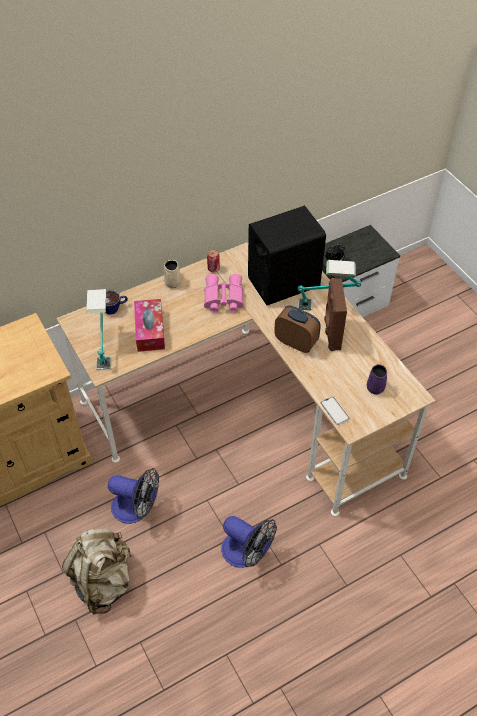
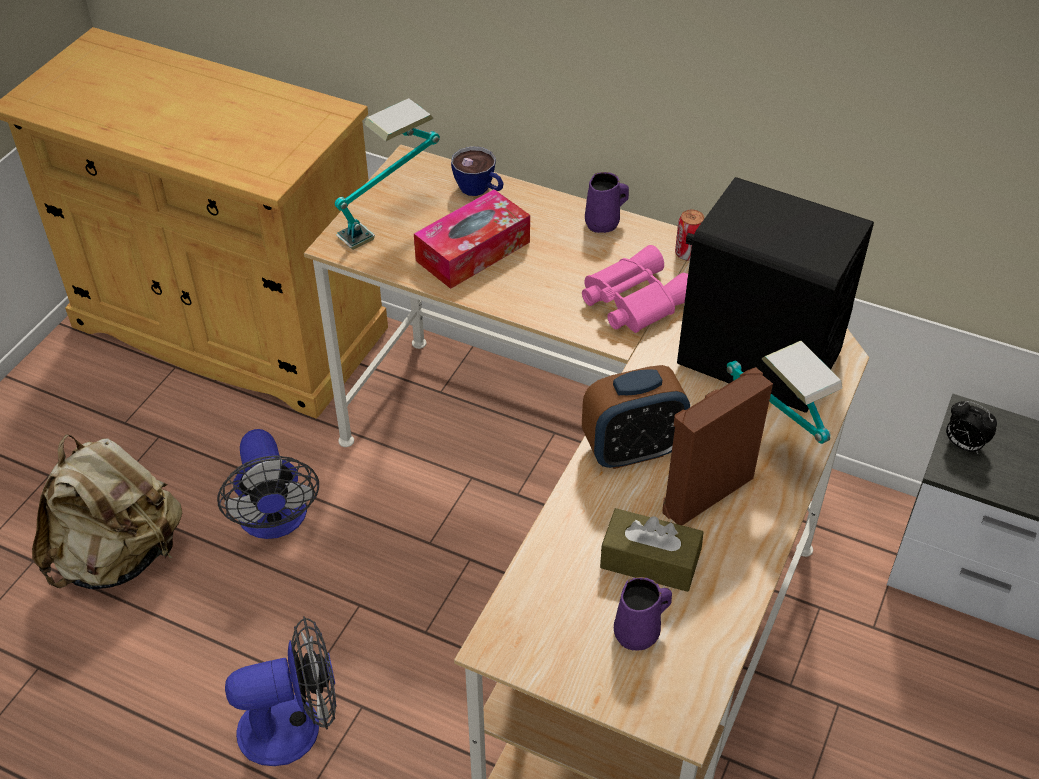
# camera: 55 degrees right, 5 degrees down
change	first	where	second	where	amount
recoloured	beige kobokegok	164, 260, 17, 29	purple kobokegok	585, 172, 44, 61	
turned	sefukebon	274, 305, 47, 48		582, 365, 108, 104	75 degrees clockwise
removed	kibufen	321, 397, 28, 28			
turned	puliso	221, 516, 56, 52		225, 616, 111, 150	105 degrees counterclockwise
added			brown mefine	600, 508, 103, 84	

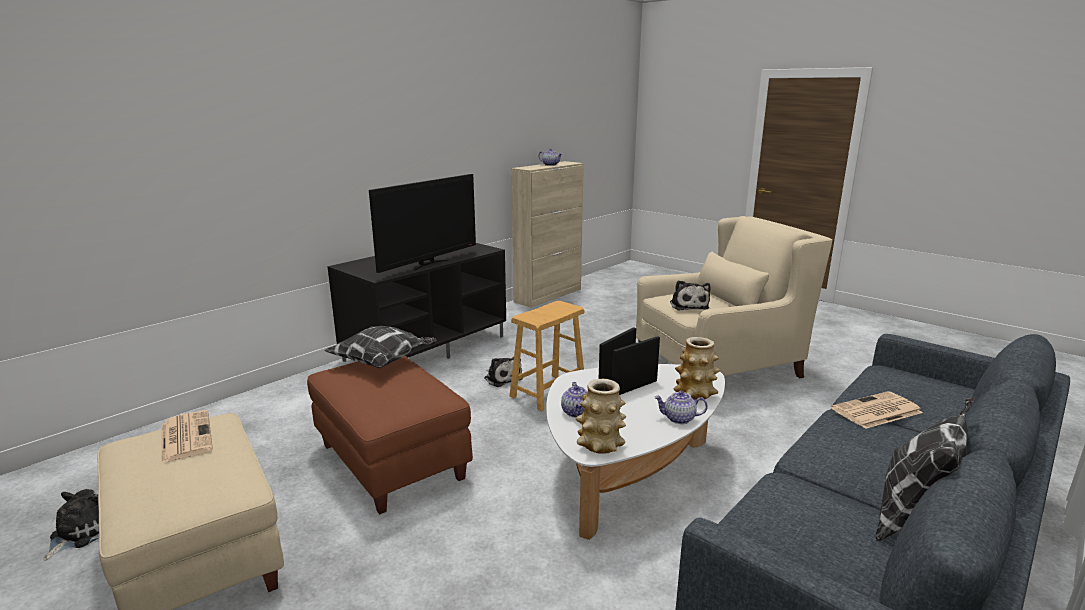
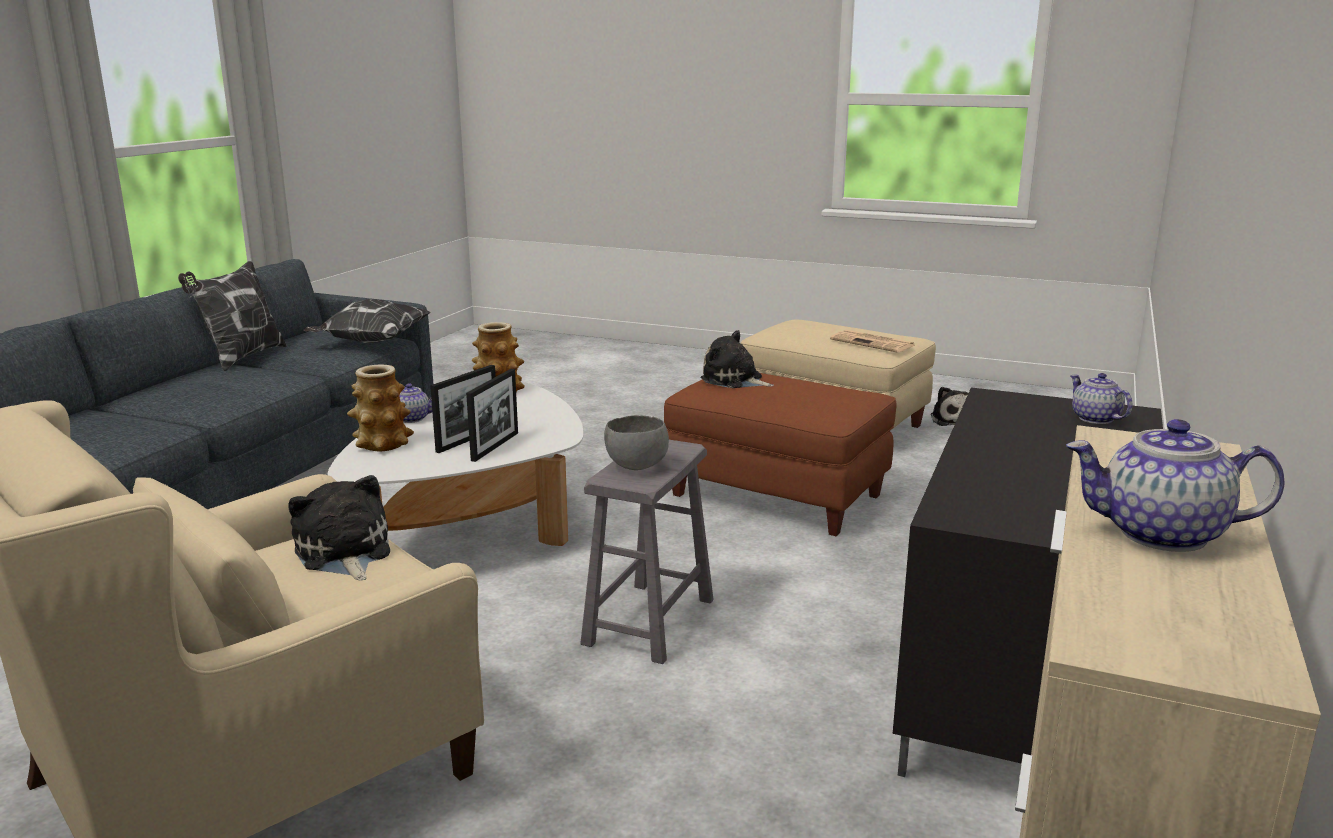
# camera: 160 degrees right, 0 degrees up
change	first	where	second	where	amount
removed	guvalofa	369, 174, 107, 99			
recoloured	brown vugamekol	509, 301, 75, 111	grey vugamekol	580, 440, 134, 224	
moved	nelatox	325, 326, 112, 42		303, 299, 128, 44	
moved	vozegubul	484, 357, 39, 30		700, 330, 74, 58	
moved	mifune	561, 382, 27, 36		1070, 373, 62, 51	
removed	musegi	831, 391, 92, 38			
added			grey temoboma	604, 415, 65, 55	

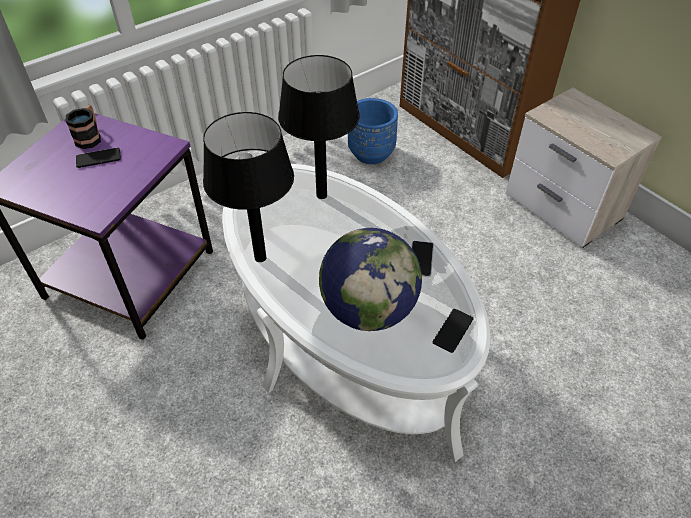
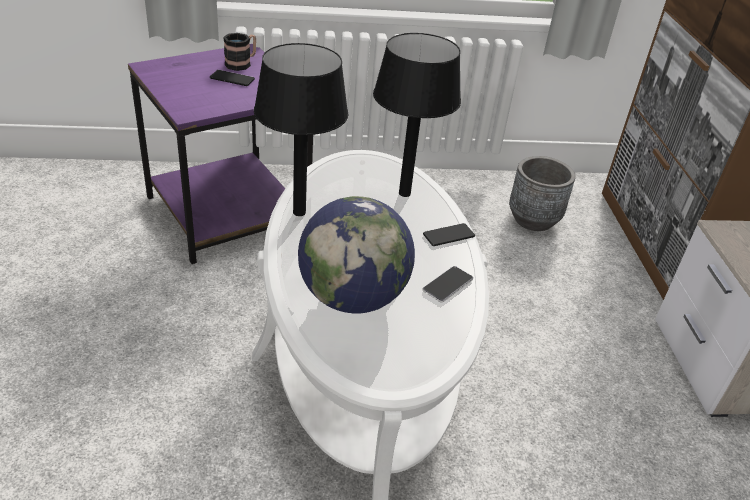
# camera: 30 degrees right, 10 degrees down
change	first	where	second	where	amount
recoloured	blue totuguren	348, 98, 50, 66	grey totuguren	509, 156, 67, 75	
moved	kibufen	432, 309, 41, 44		423, 223, 52, 23	

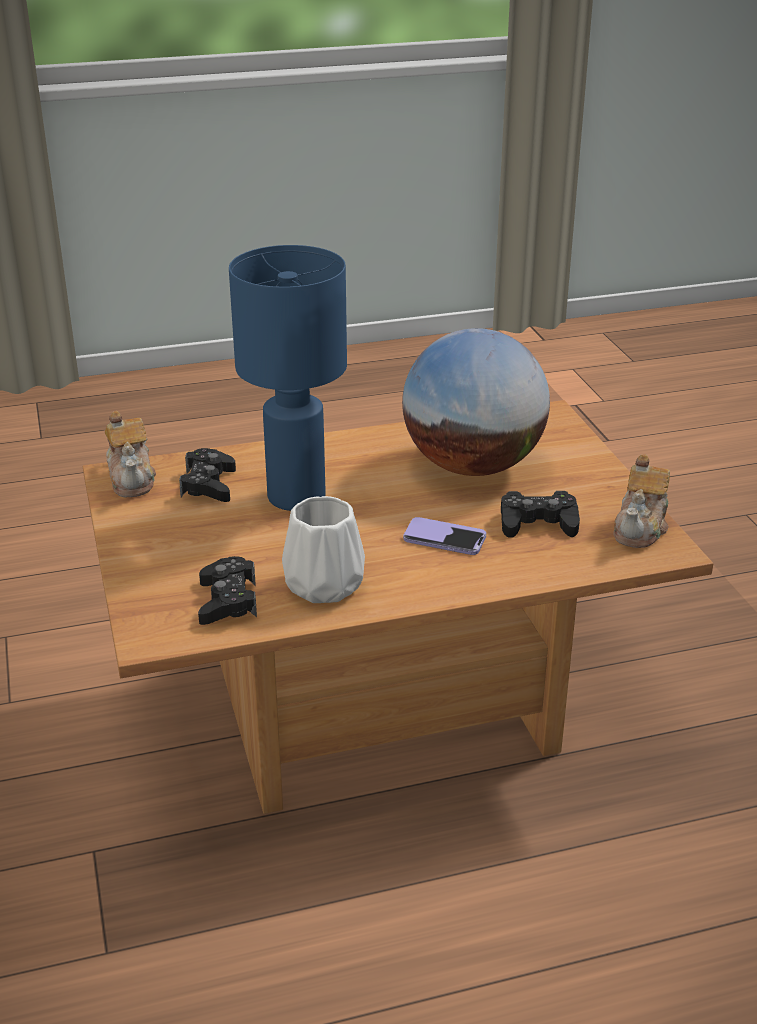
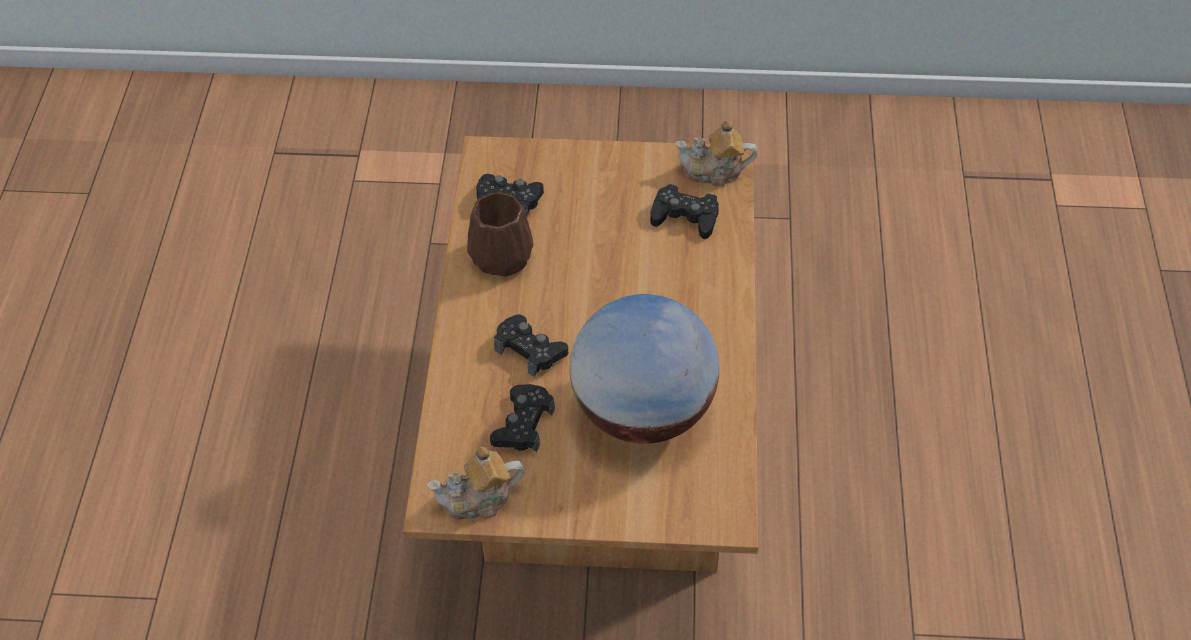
# camera: 110 degrees right, 20 degrees up
change	first	where	second	where	amount
removed	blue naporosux	229, 245, 118, 266			
turned	mifune	613, 454, 57, 94		427, 447, 97, 72	60 degrees counterclockwise
recoloured	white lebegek	282, 496, 83, 107	brown lebegek	467, 192, 66, 85	
replaced	kibufen	403, 517, 83, 38	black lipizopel	494, 314, 74, 63	

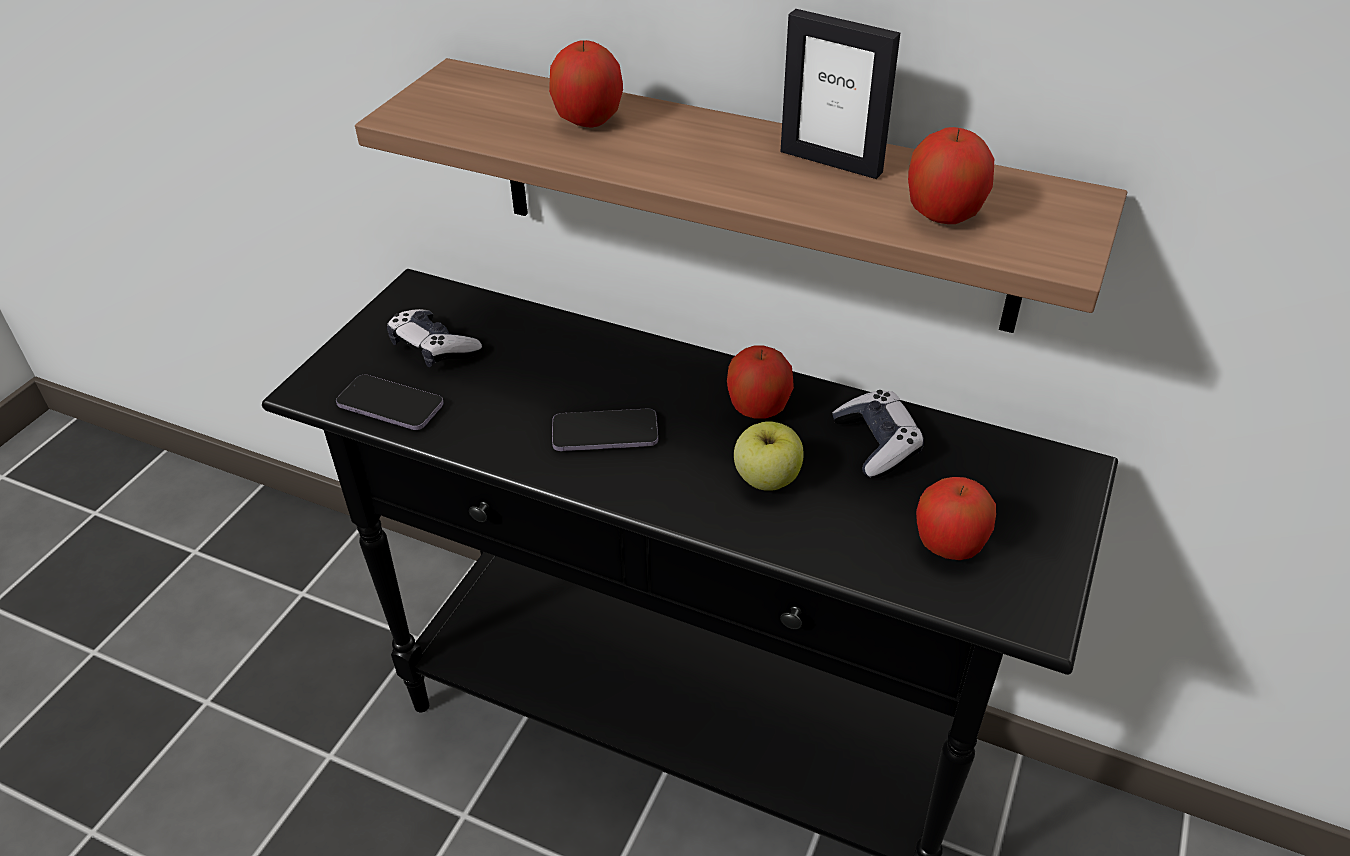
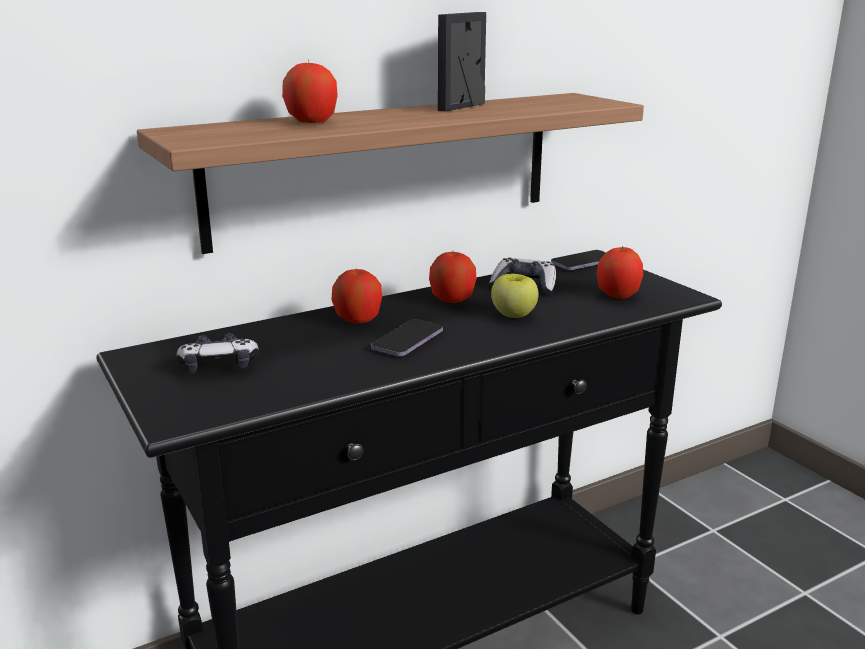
# camera: 55 degrees left, 20 degrees down
change	first	where	second	where	amount
turned	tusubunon	780, 9, 120, 170		438, 12, 48, 100	150 degrees clockwise
moved	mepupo	908, 127, 86, 97		332, 268, 50, 56	
moved	kibufen	336, 374, 108, 56		551, 250, 55, 20	

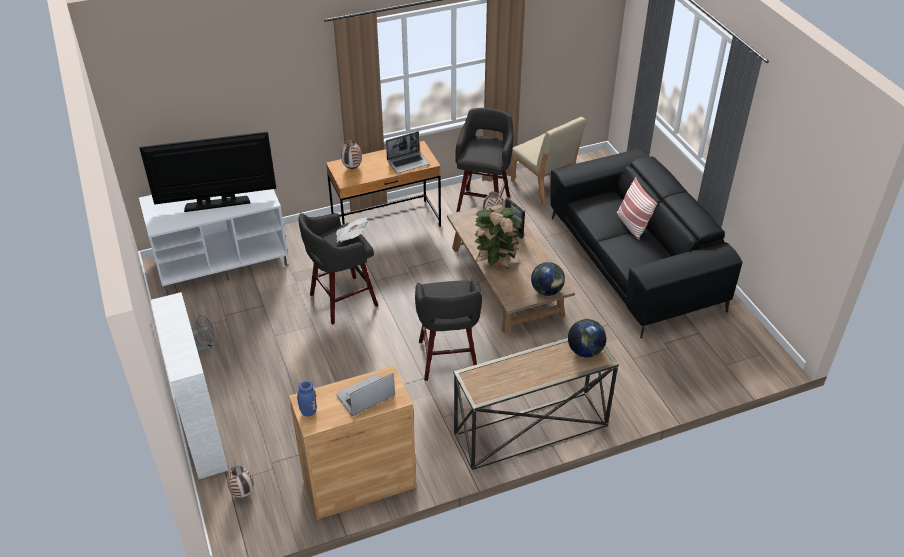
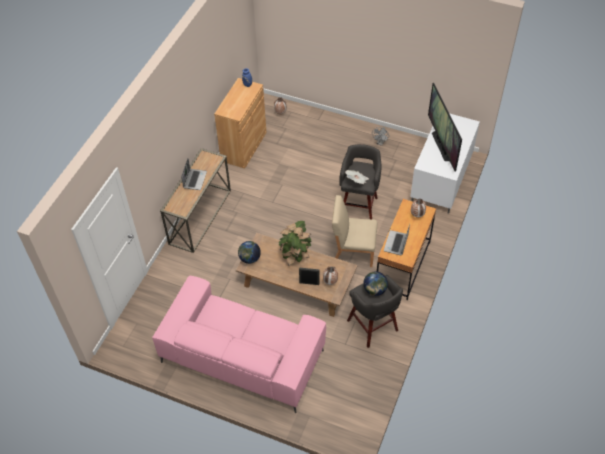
# camera: 135 degrees right, 10 degrees up
change	first	where	second	where	amount
moved	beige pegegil	511, 117, 75, 89		332, 195, 46, 72	
turned	guvalofa	139, 131, 138, 81		428, 83, 34, 89	135 degrees clockwise
recoloured	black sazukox	550, 149, 192, 190	pink sazukox	152, 276, 174, 137	
removed	nelatox	617, 177, 41, 63			
removed	grey vugamekol	415, 278, 67, 103			
removed	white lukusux	151, 292, 77, 187			
moved	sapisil	568, 319, 38, 38		363, 271, 25, 25	
moved	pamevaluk	336, 373, 59, 43		181, 159, 26, 31	

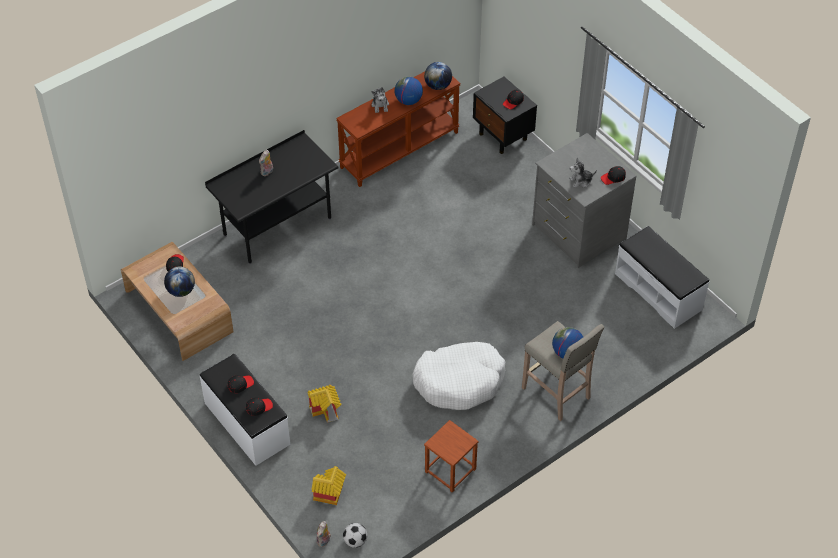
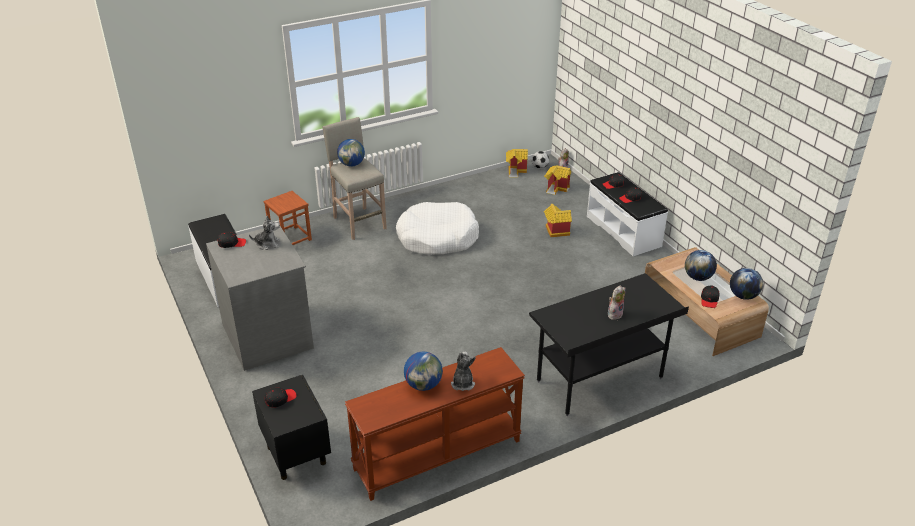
# camera: 170 degrees left, 15 degrees down
change	first	where	second	where	amount
moved	sapisil	424, 62, 28, 28		730, 268, 33, 32	
moved	brown vugamekol	424, 420, 55, 72		263, 191, 49, 54	
added			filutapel	506, 149, 22, 28	

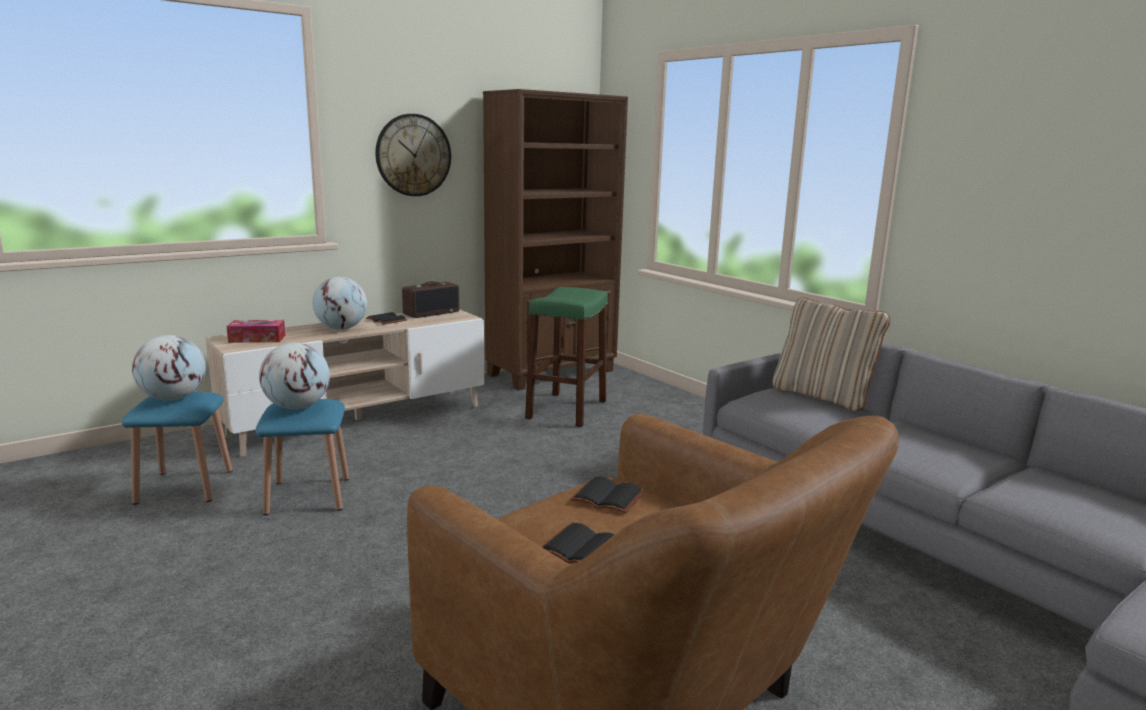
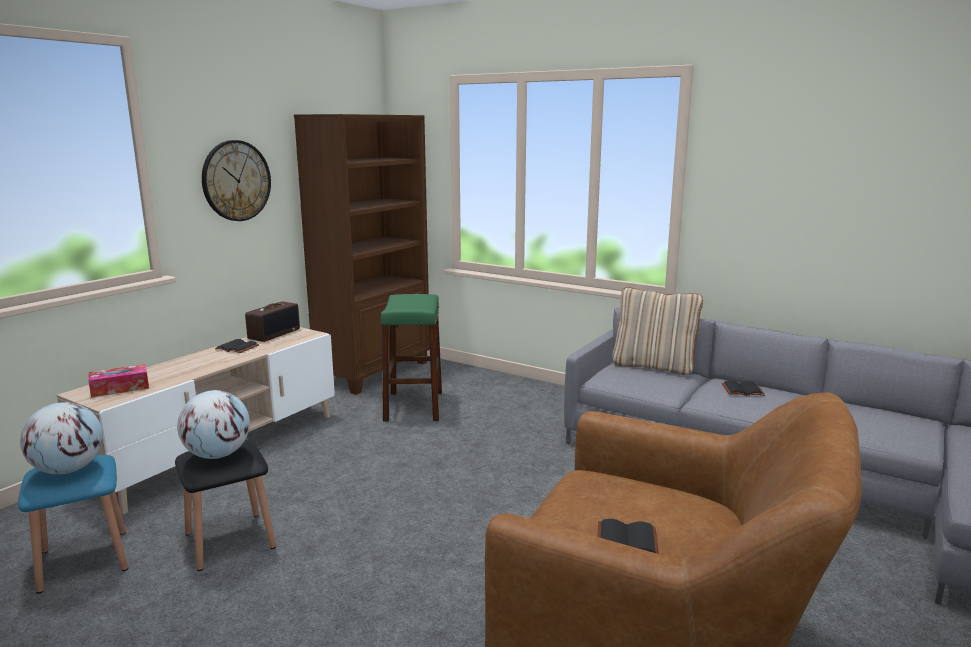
# camera: 20 degrees left, 0 degrees up
change	first	where	second	where	amount
removed	sapisil	312, 277, 55, 53			
recoloured	blue vugamekol	255, 399, 94, 116	black vugamekol	175, 440, 101, 131	
moved	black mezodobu	570, 477, 75, 37		722, 380, 43, 16	

